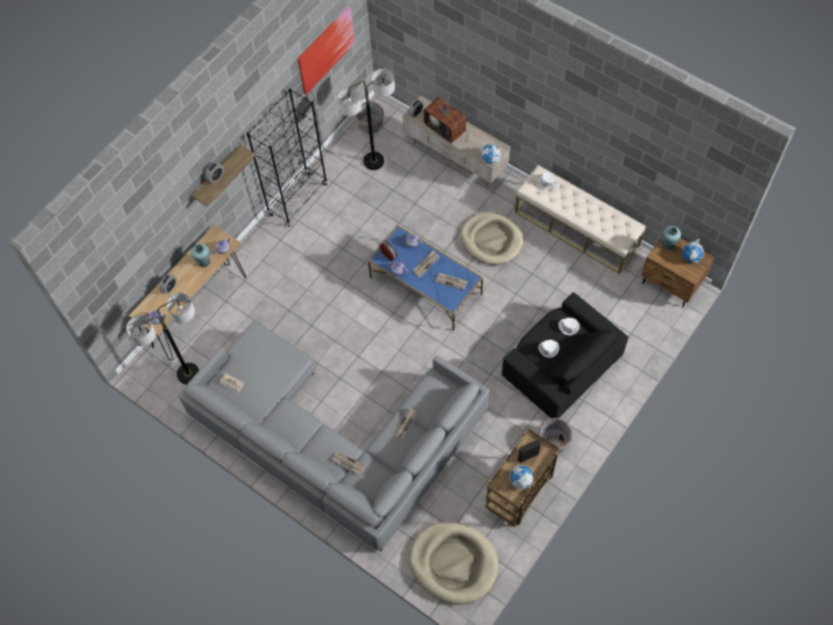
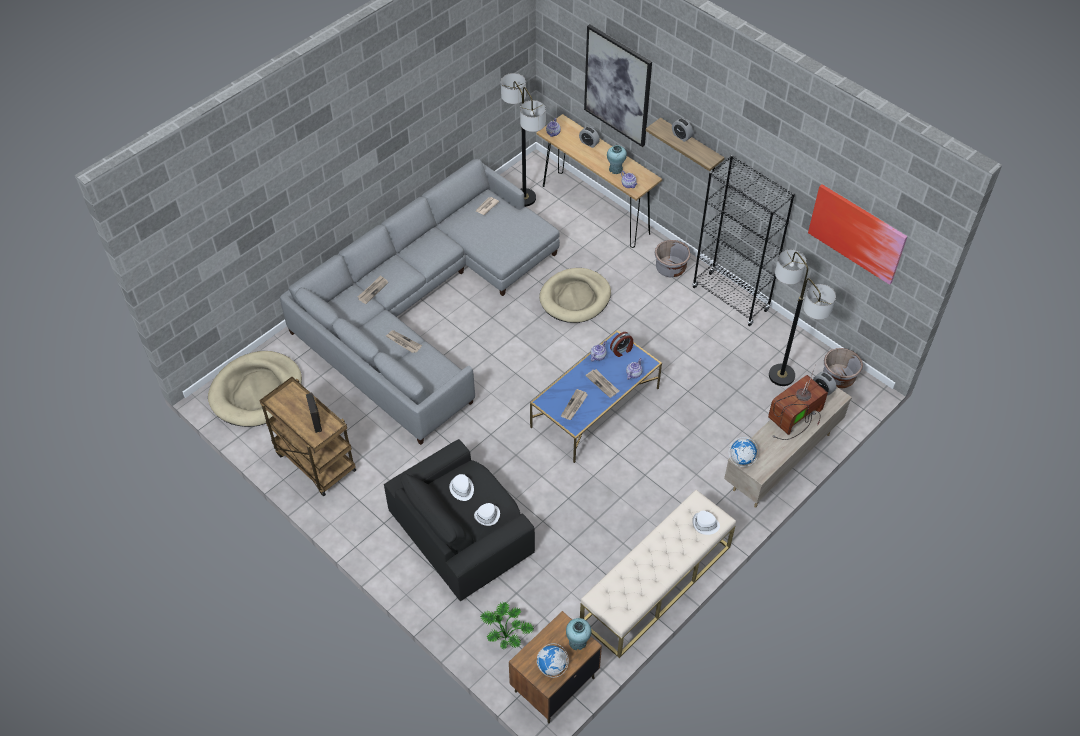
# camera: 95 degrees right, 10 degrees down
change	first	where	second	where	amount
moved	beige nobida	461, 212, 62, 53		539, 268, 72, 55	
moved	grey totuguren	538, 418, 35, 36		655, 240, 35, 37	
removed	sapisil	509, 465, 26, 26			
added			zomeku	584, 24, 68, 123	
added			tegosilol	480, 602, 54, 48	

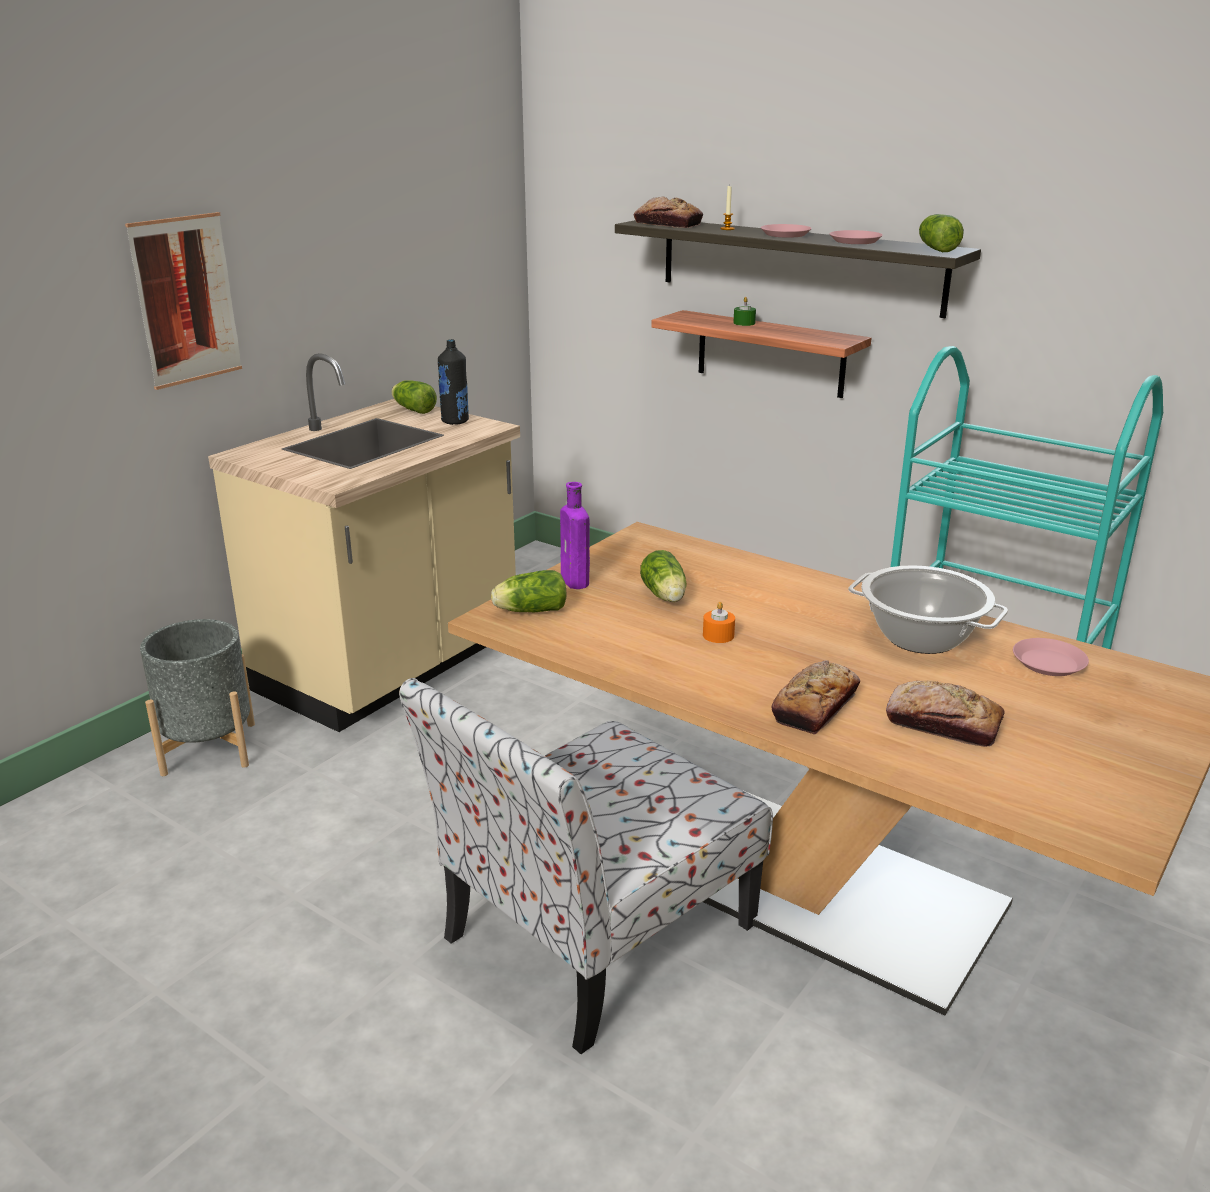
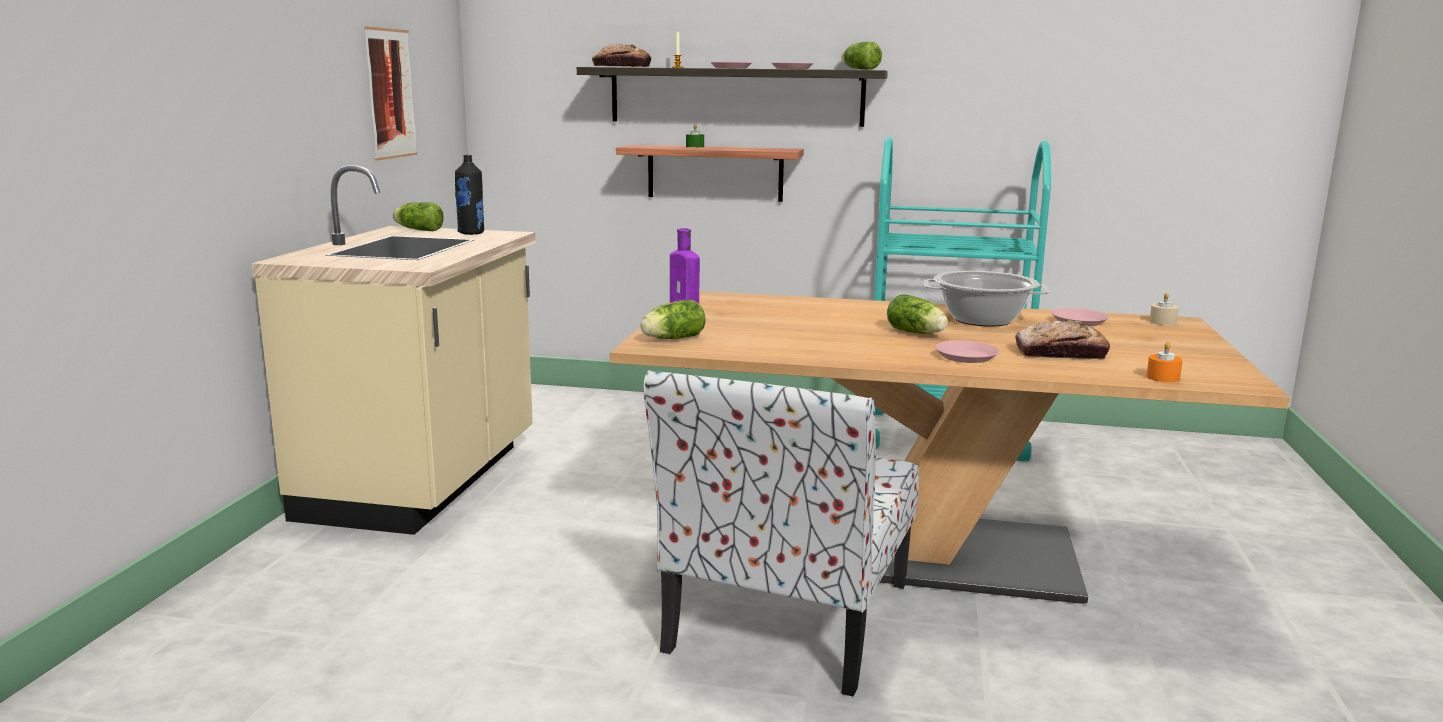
# camera: 25 degrees left, 10 degrees down
change	first	where	second	where	amount
moved	zomeku	125, 212, 117, 178		364, 27, 53, 134	
moved	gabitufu	640, 550, 46, 52		887, 294, 61, 40	
moved	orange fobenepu	703, 602, 32, 41		1146, 342, 37, 41	
removed	grey totuguren	140, 619, 115, 157			
replaced	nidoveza	772, 660, 88, 74	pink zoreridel	935, 340, 64, 23	
added			beige fobenepu	1149, 293, 30, 32	

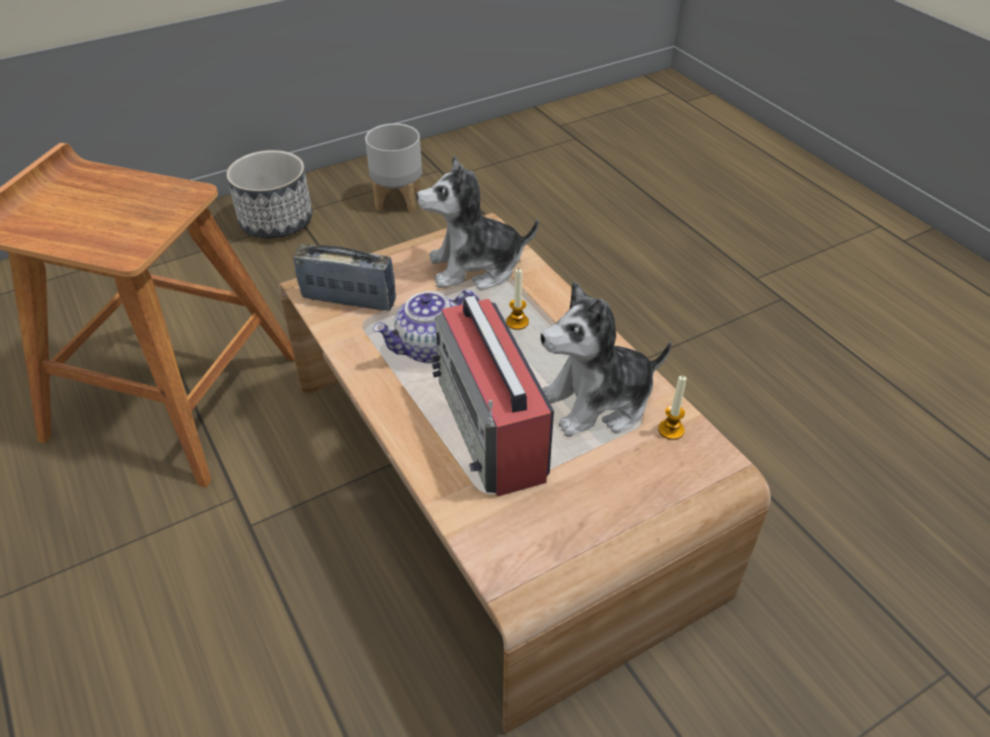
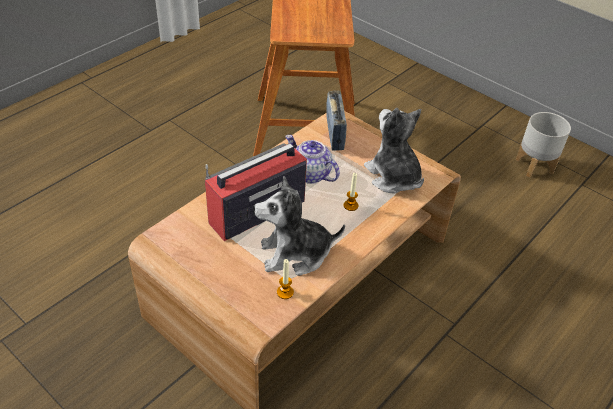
# camera: 70 degrees right, 0 degrees up
change	first	where	second	where	amount
removed	totuguren	226, 150, 86, 88			
turned	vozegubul	540, 281, 132, 156		254, 177, 91, 99	60 degrees counterclockwise

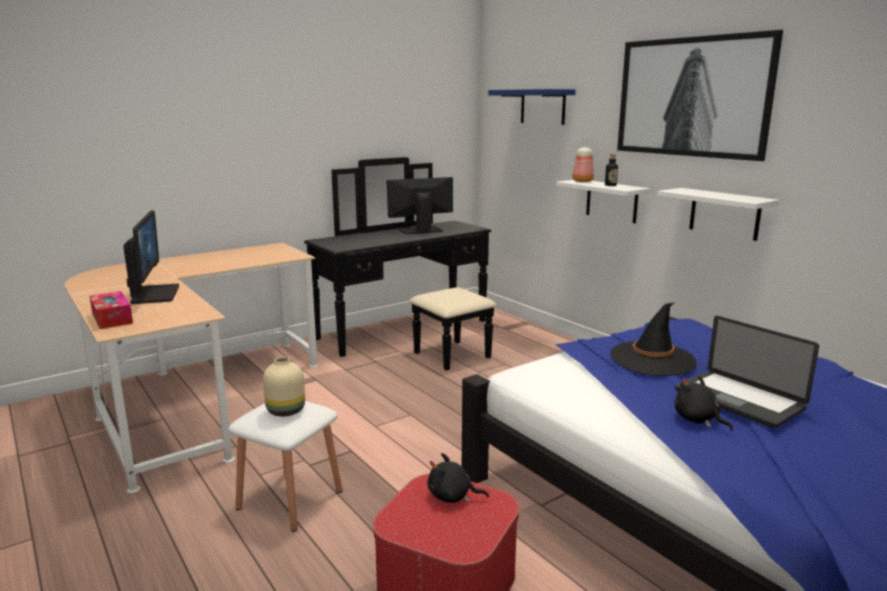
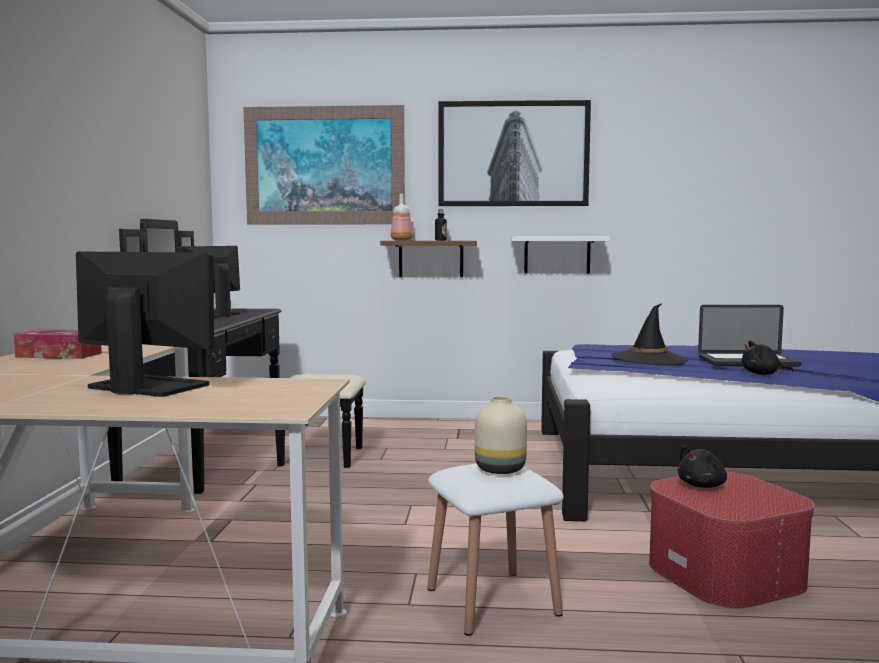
# camera: 50 degrees left, 10 degrees down
change	first	where	second	where	amount
replaced	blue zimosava	488, 89, 88, 36	zomeku	243, 105, 162, 120	
recoloured	white zimosava	556, 180, 94, 43	brown zimosava	380, 241, 97, 36	
moved	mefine	90, 291, 43, 38		14, 329, 88, 30	

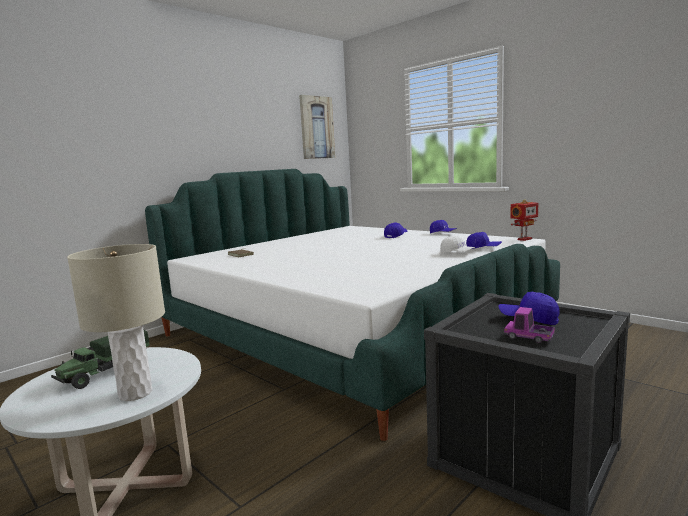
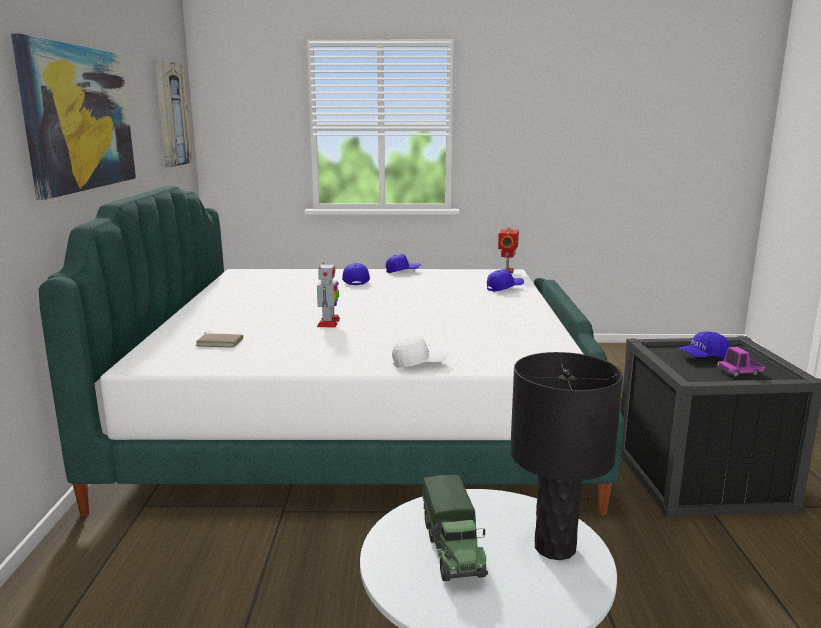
# camera: 45 degrees left, 5 degrees up
change	first	where	second	where	amount
moved	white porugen	440, 236, 35, 17		392, 336, 56, 32	
recoloured	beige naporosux	67, 244, 98, 157	black naporosux	510, 352, 113, 208	
added			zomeku	11, 33, 125, 167	
added			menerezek	317, 263, 23, 65	

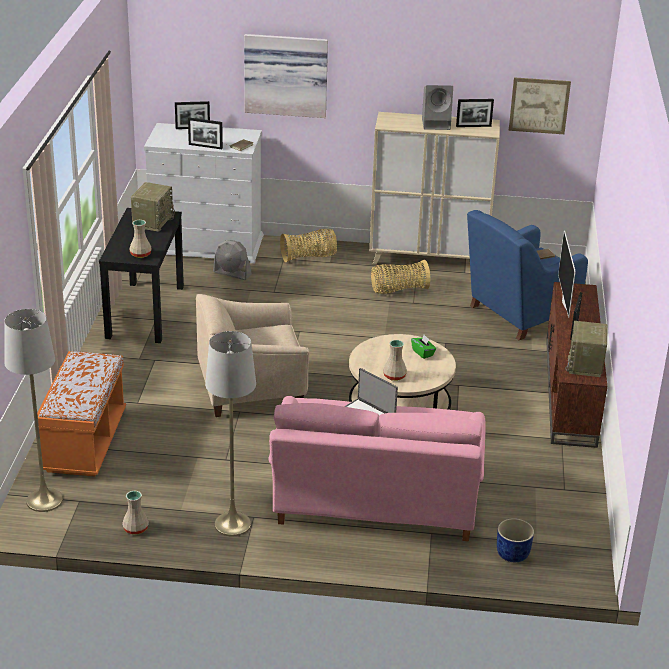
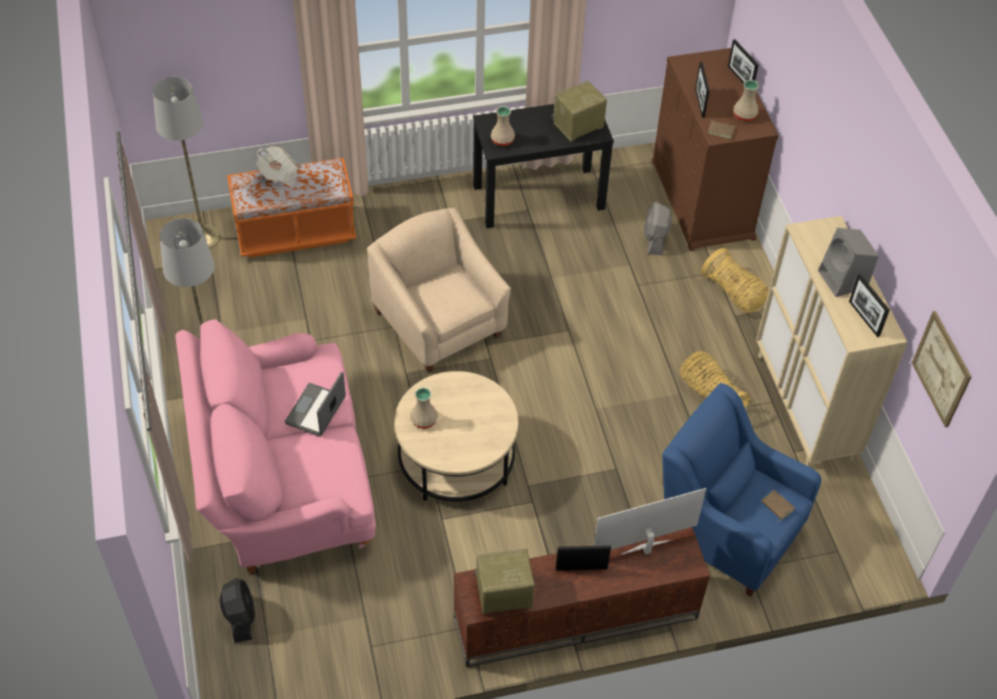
# camera: 70 degrees right, 20 degrees up
change	first	where	second	where	amount
removed	zomeku	244, 34, 84, 84			
recoloured	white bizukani	144, 123, 120, 140	brown bizukani	651, 48, 128, 203	
turned	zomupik	131, 182, 44, 50		551, 80, 56, 62	150 degrees clockwise
removed	green mefine	411, 335, 25, 24			
moved	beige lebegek	122, 491, 27, 44		733, 80, 26, 41	
replaced	blue totuguren	497, 518, 37, 44	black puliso	219, 578, 36, 65	
added			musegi	256, 146, 43, 40	

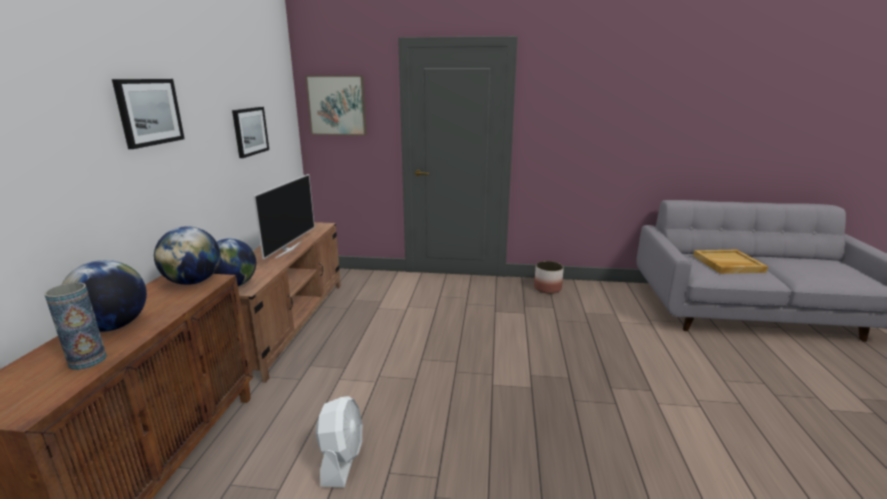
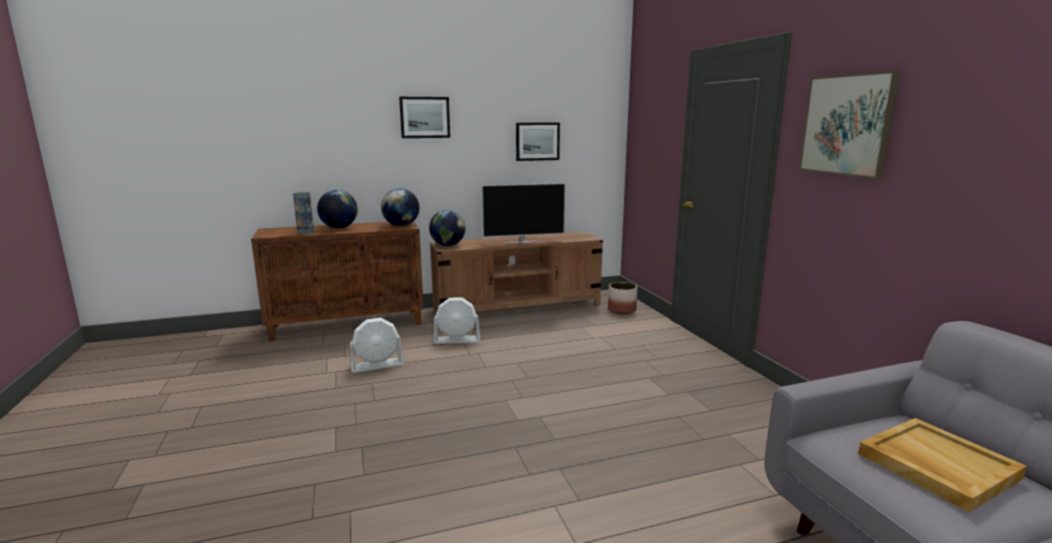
# camera: 65 degrees right, 5 degrees down
change	first	where	second	where	amount
moved	zomeku	305, 75, 62, 61		799, 70, 102, 109	
moved	totuguren	534, 261, 30, 33		608, 282, 29, 32	
added			white puliso	434, 297, 46, 47	

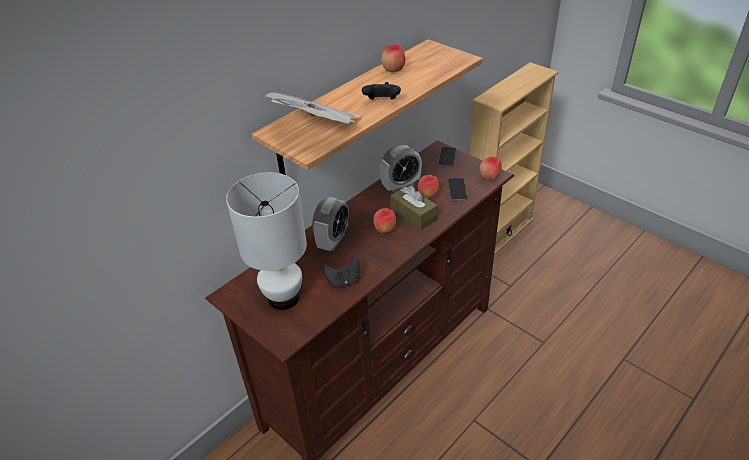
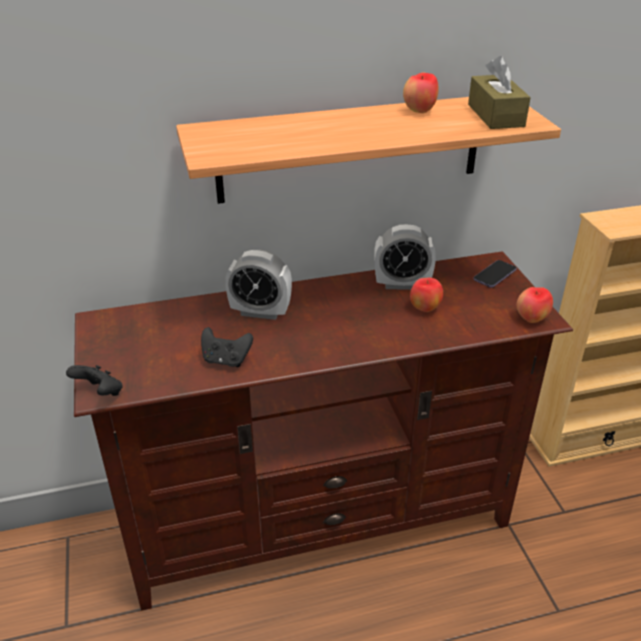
# camera: 30 degrees right, 5 degrees down
change	first	where	second	where	amount
moved	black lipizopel	362, 82, 39, 18		66, 365, 57, 31	
removed	musegi	265, 92, 97, 32			
removed	white naporosux	226, 172, 81, 138			
removed	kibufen	448, 178, 19, 23			
moved	brown mefine	390, 186, 48, 44		468, 56, 63, 73	
turned	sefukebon	312, 197, 37, 54		225, 250, 67, 70	45 degrees clockwise
removed	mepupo	373, 208, 23, 25			

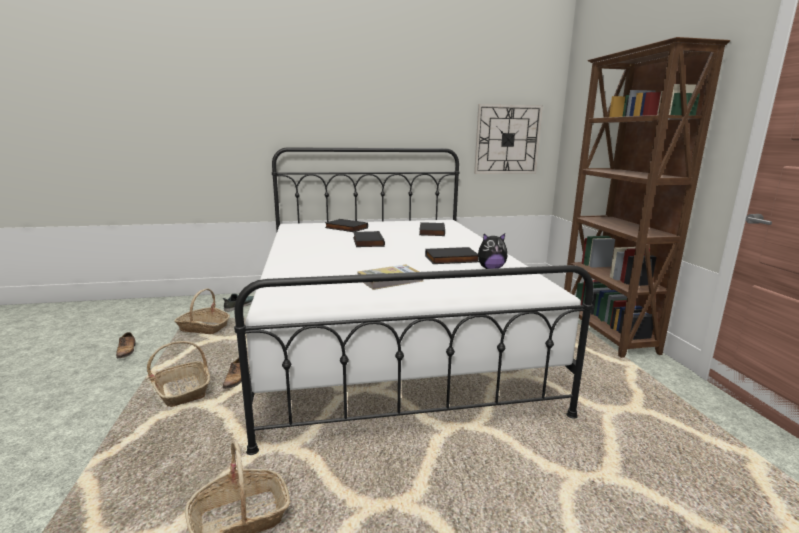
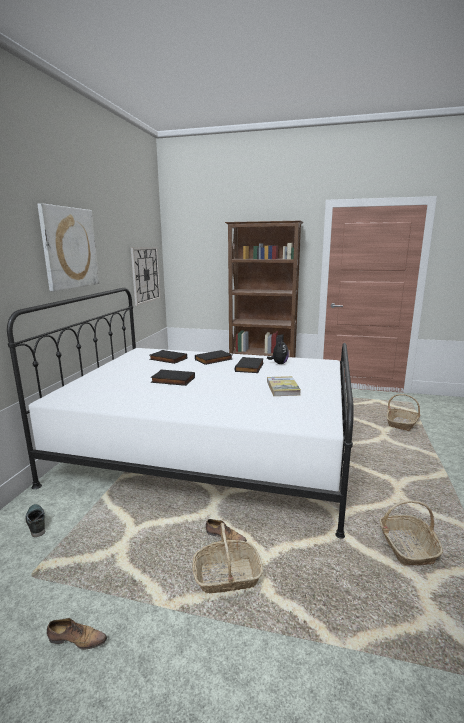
# camera: 65 degrees left, 0 degrees up
change	first	where	second	where	amount
moved	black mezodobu	325, 219, 43, 13		195, 350, 37, 15	
moved	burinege	174, 288, 56, 46		387, 394, 33, 37	
added			zomeku	37, 203, 62, 89	

